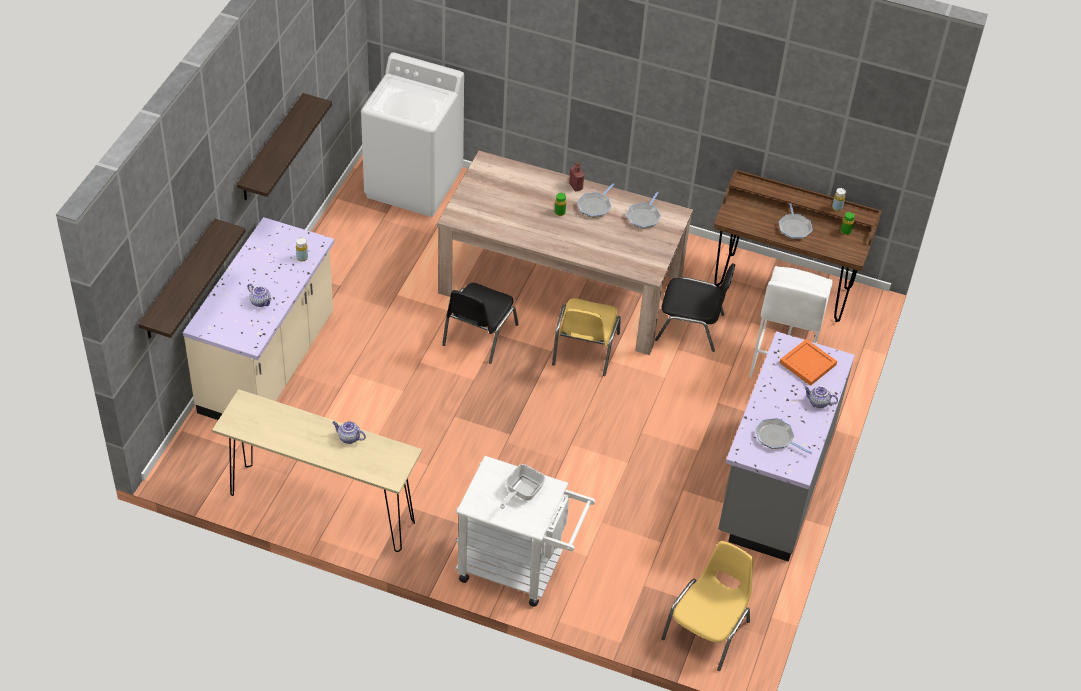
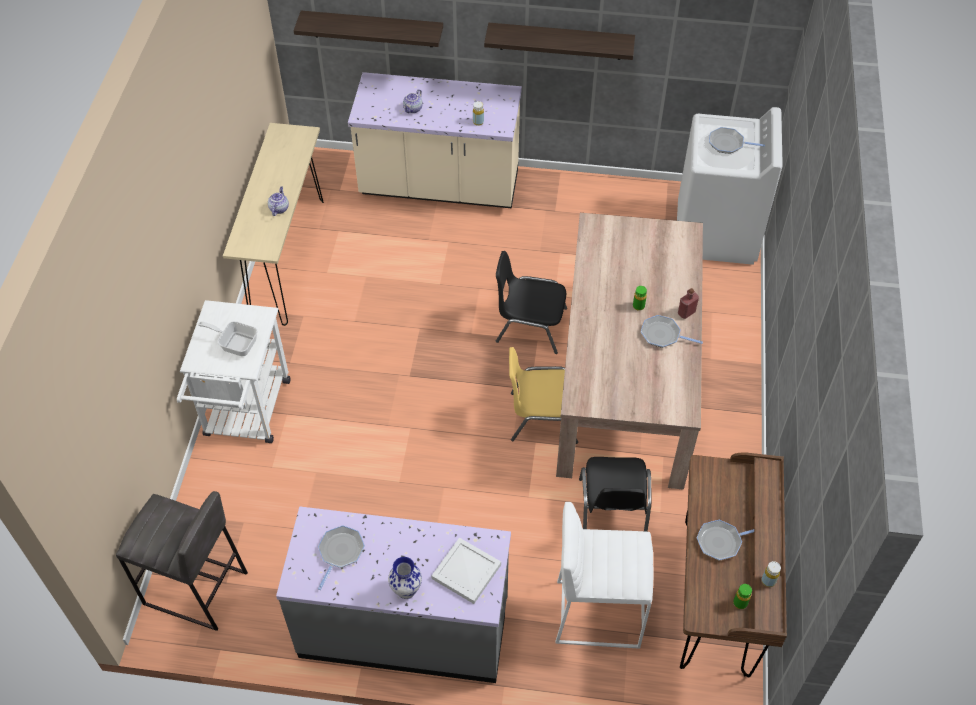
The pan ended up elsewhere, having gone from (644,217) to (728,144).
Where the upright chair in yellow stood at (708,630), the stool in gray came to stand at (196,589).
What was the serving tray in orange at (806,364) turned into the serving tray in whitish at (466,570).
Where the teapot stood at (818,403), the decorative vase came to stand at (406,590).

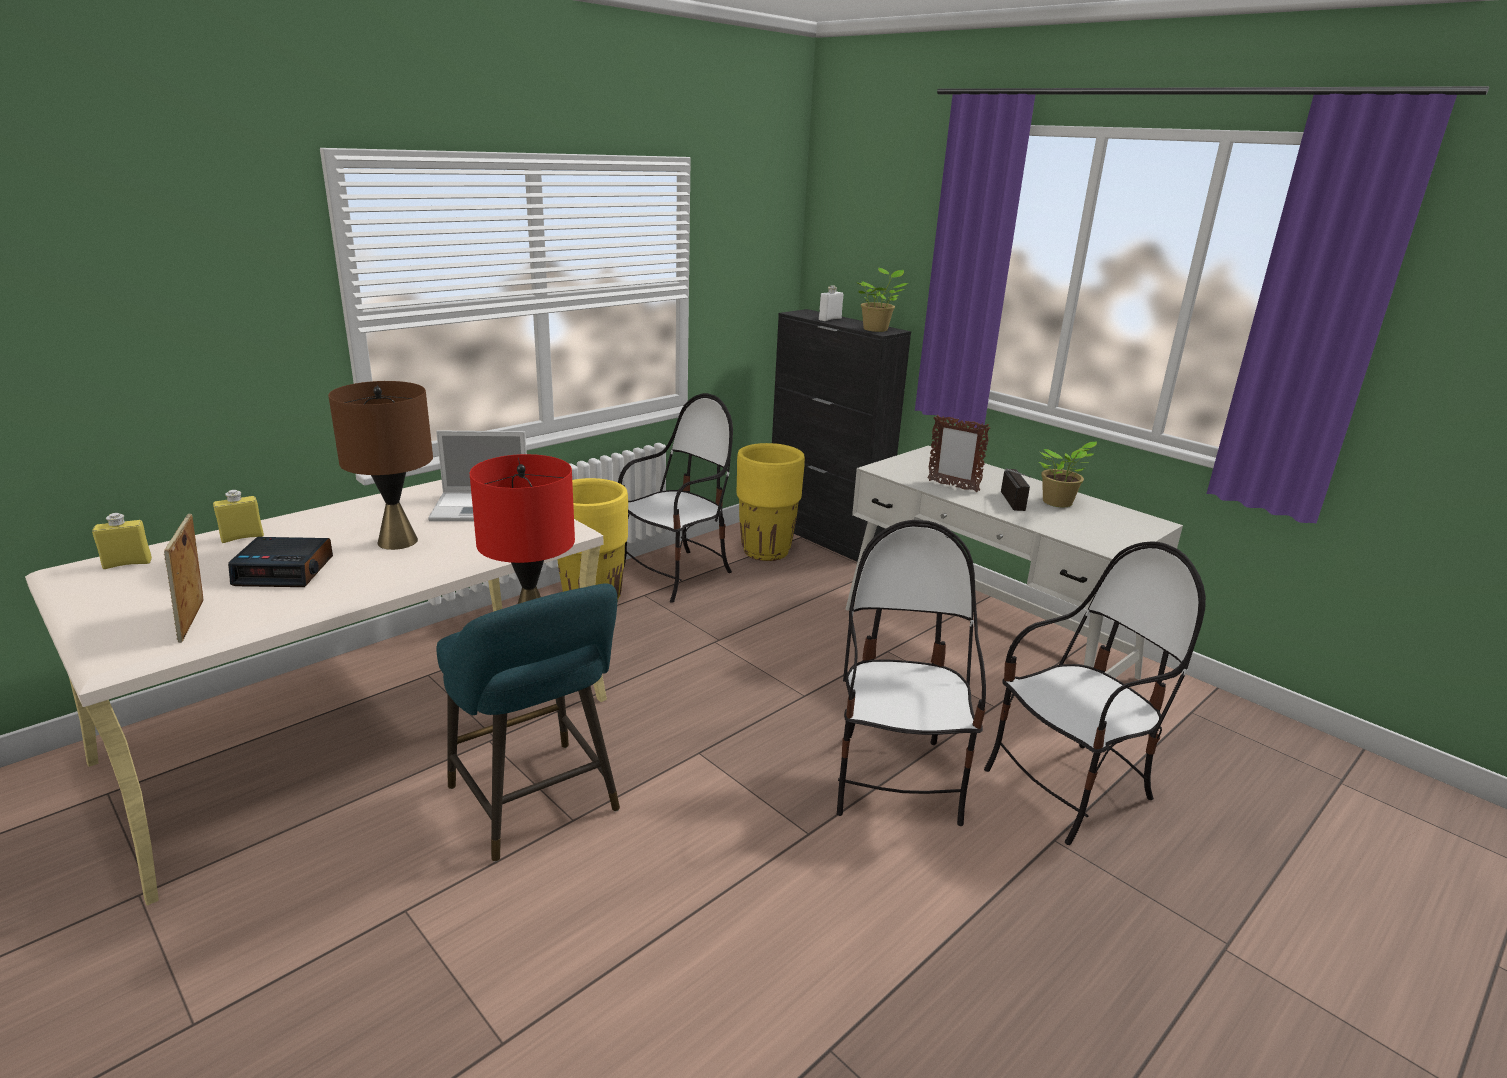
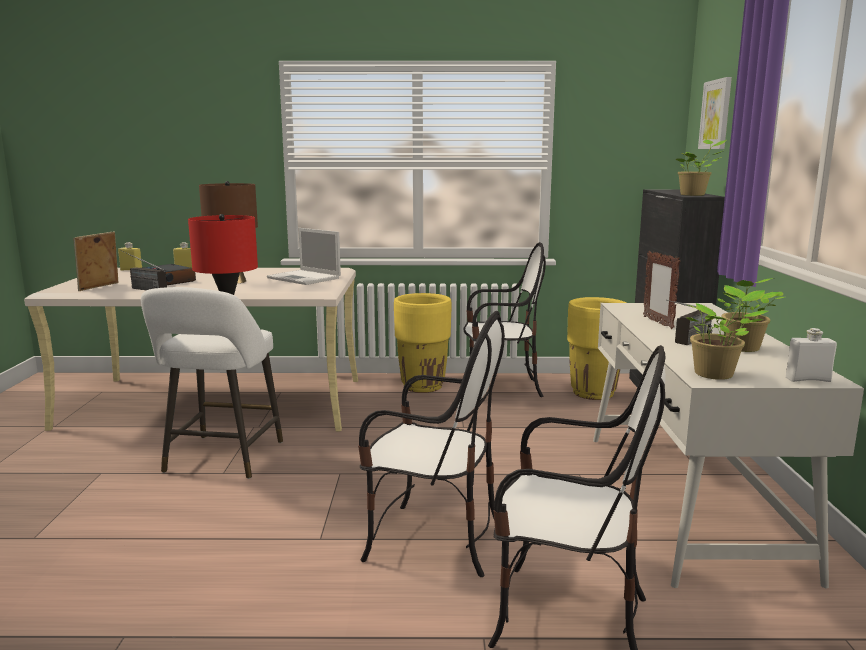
What was the stool in blue-green at (537,805) turned into the stool in whitish at (221,460).
The drink bottle in whitish ended up elsewhere, having gone from (830,319) to (808,379).
The upright chair at (896,779) ended up facing another way, 60 degrees clockwise from before.
The second view gained the radio at (141,288).
The second view gained the houseplant at (716,374).
The second view gained the wall picture at (716,114).

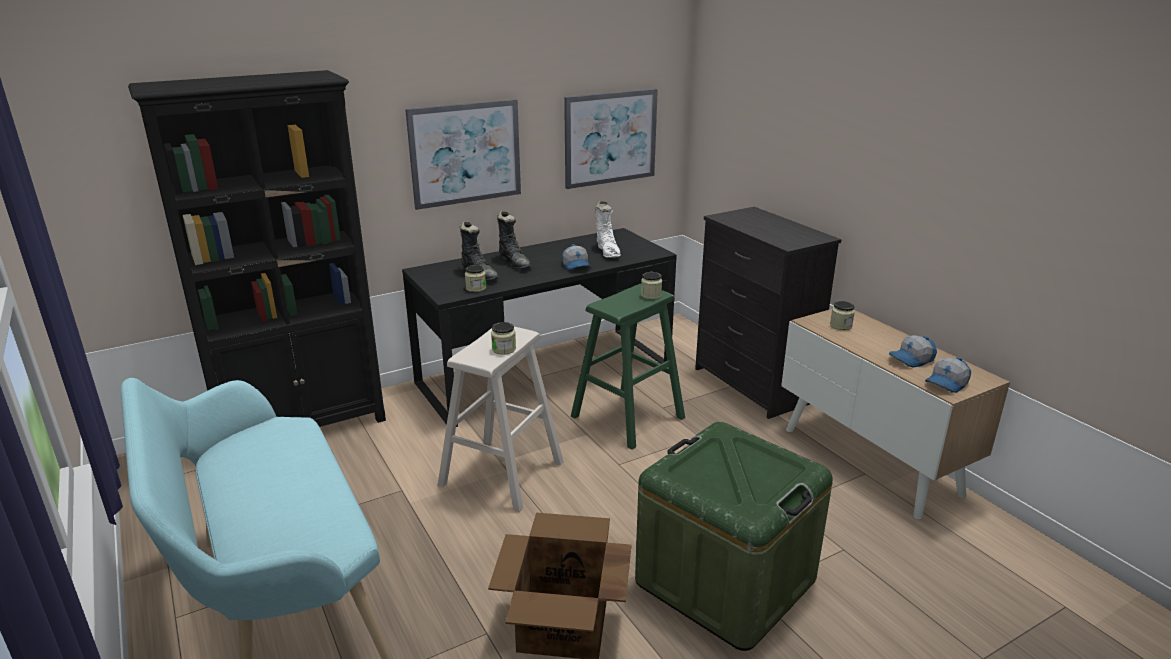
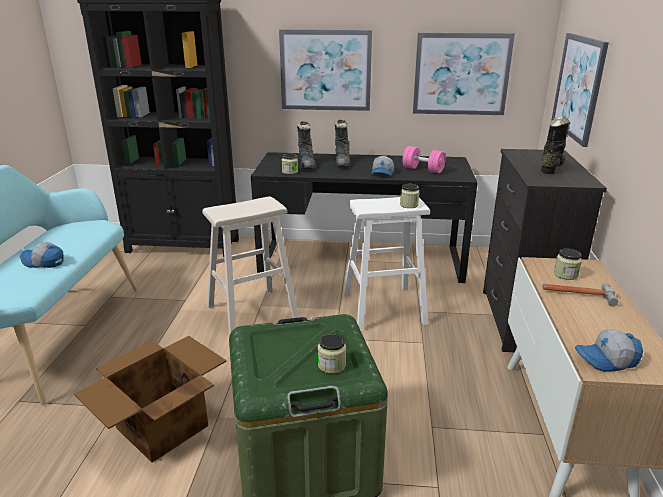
The jar ended up elsewhere, having gone from (504,349) to (332,365).
What was the stool in green-coloured at (627,417) turned into the stool in whitish at (383,308).
Where the tall boot in whitish stood at (608,252), the dumbbell in pink came to stand at (423,169).
The cap ended up elsewhere, having gone from (912,360) to (43,262).
The second view gained the tall boot in black-coloured at (550,167).
The second view gained the hand hammer at (577,294).
The second view gained the wall picture at (578,87).

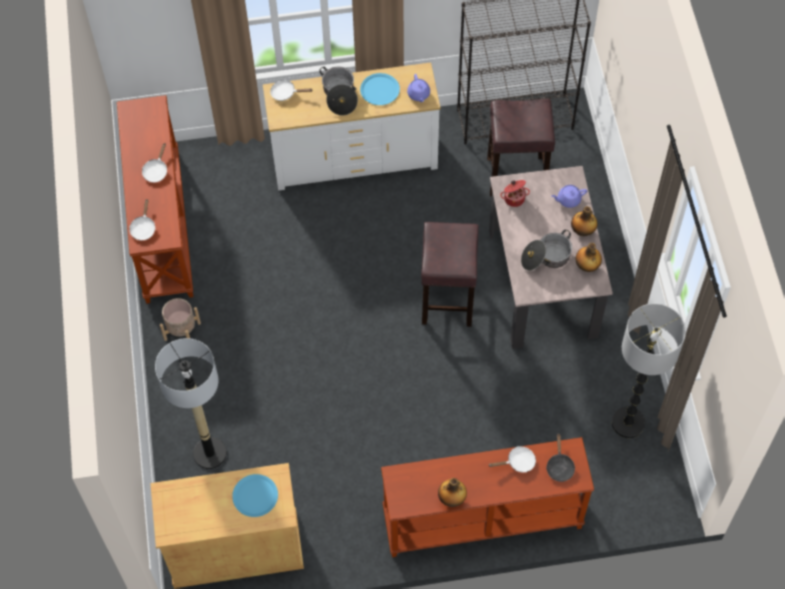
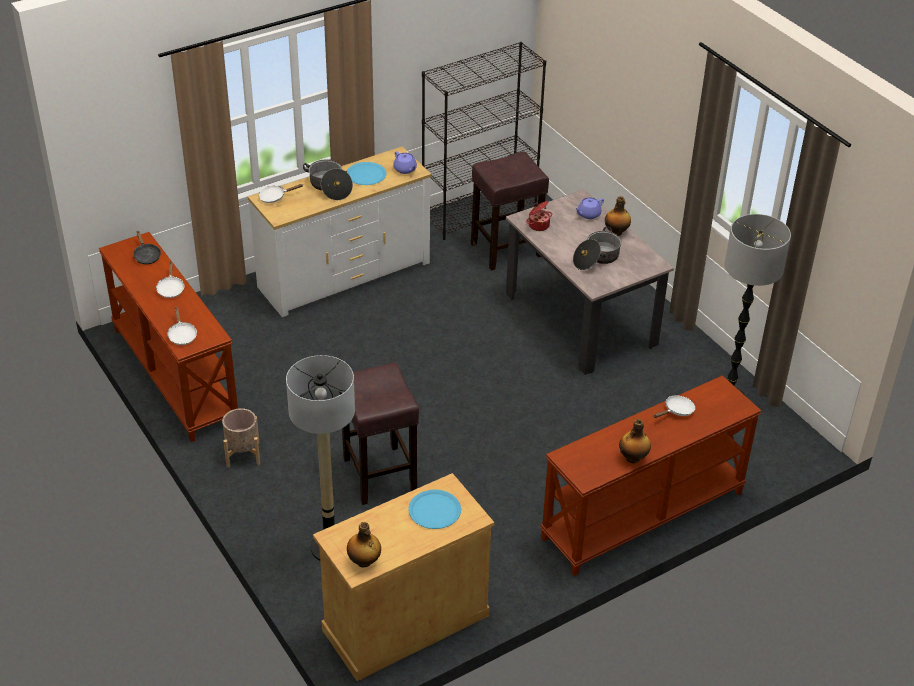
The stool in brown-coloured ended up elsewhere, having gone from (447,298) to (379,473).
The pan in black-coloured ended up elsewhere, having gone from (559,466) to (146,256).
The drink bottle ended up elsewhere, having gone from (586,266) to (364,562).

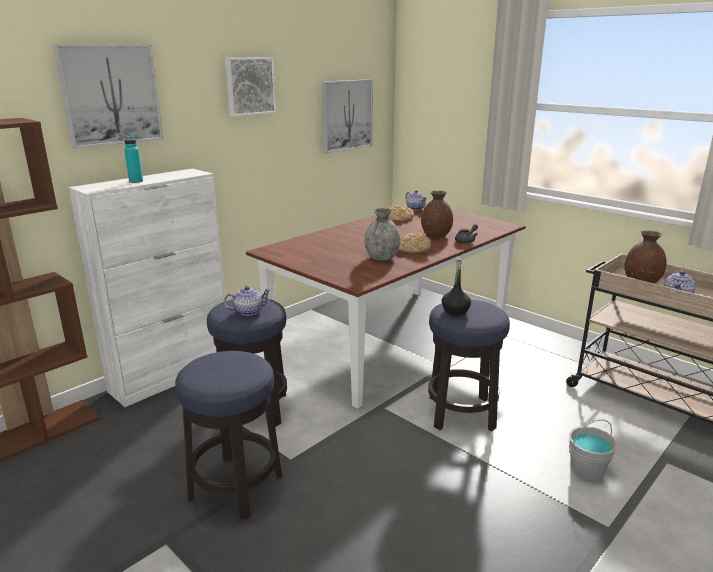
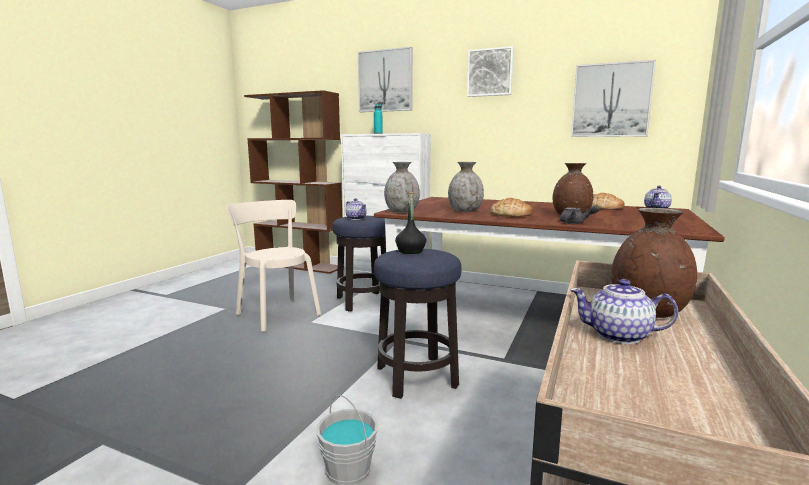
Where the stool stood at (235,486), the upright chair in beige-coloured came to stand at (276,313).
The second view gained the decorative vase in gray at (401,211).

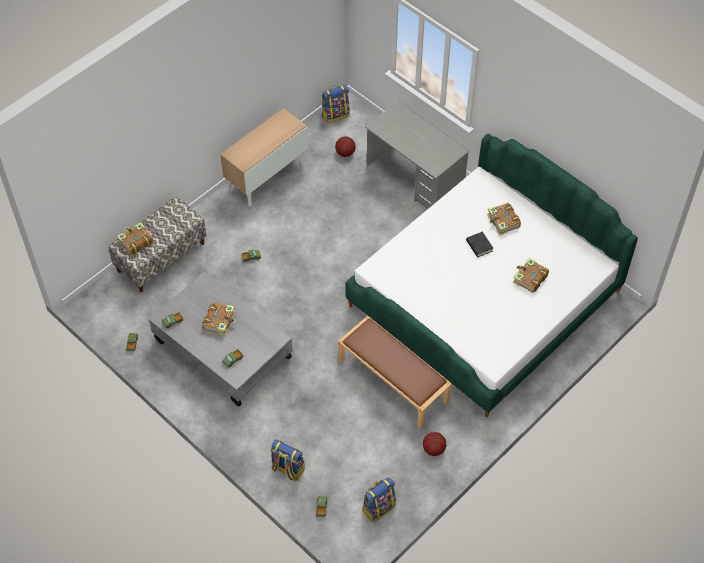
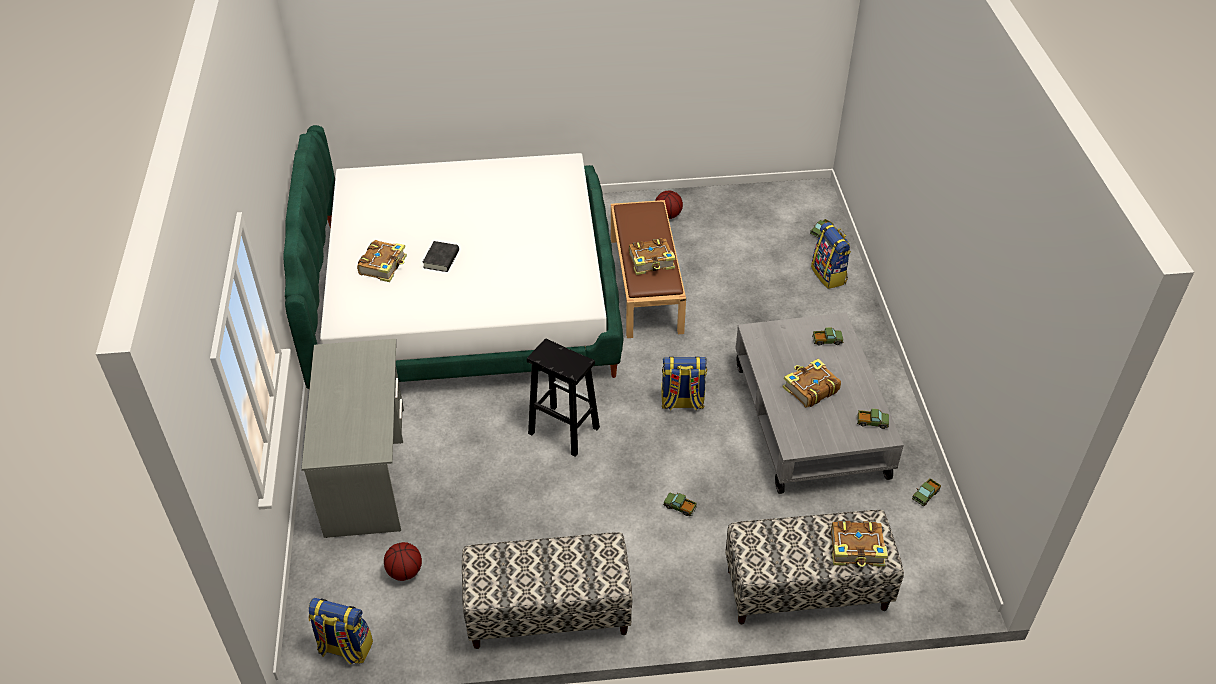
Where the storage cabinet stood at (267,176), the indoor bench came to stand at (548,613).
The rucksack ended up elsewhere, having gone from (378,507) to (682,402).
The volume ended up elsewhere, having gone from (529,278) to (652,262).
The second view gained the stool in black-coloured at (562,430).

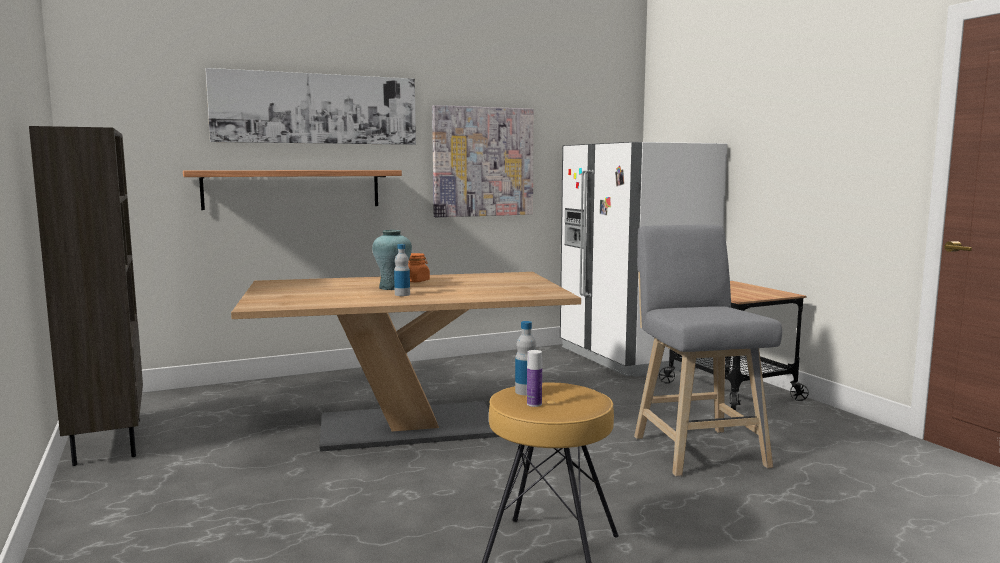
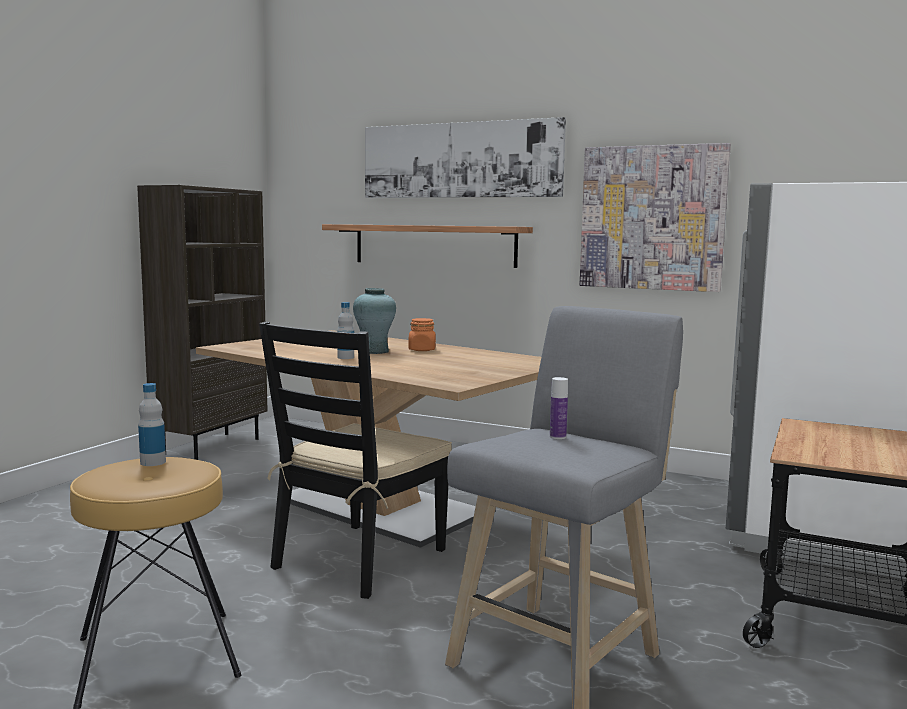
The drink bottle ended up elsewhere, having gone from (534,404) to (557,437).
The second view gained the upright chair in black-coloured at (359,559).

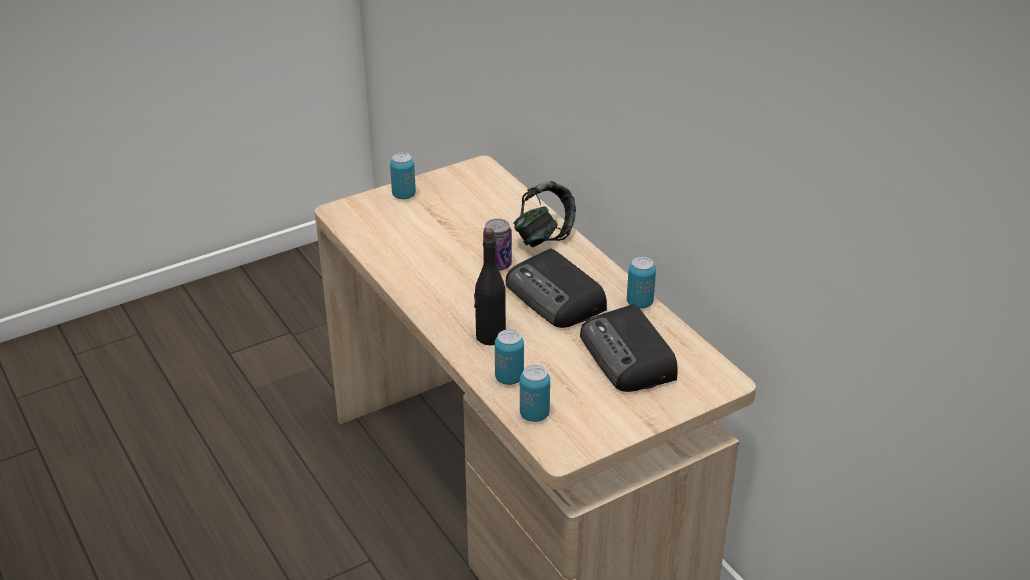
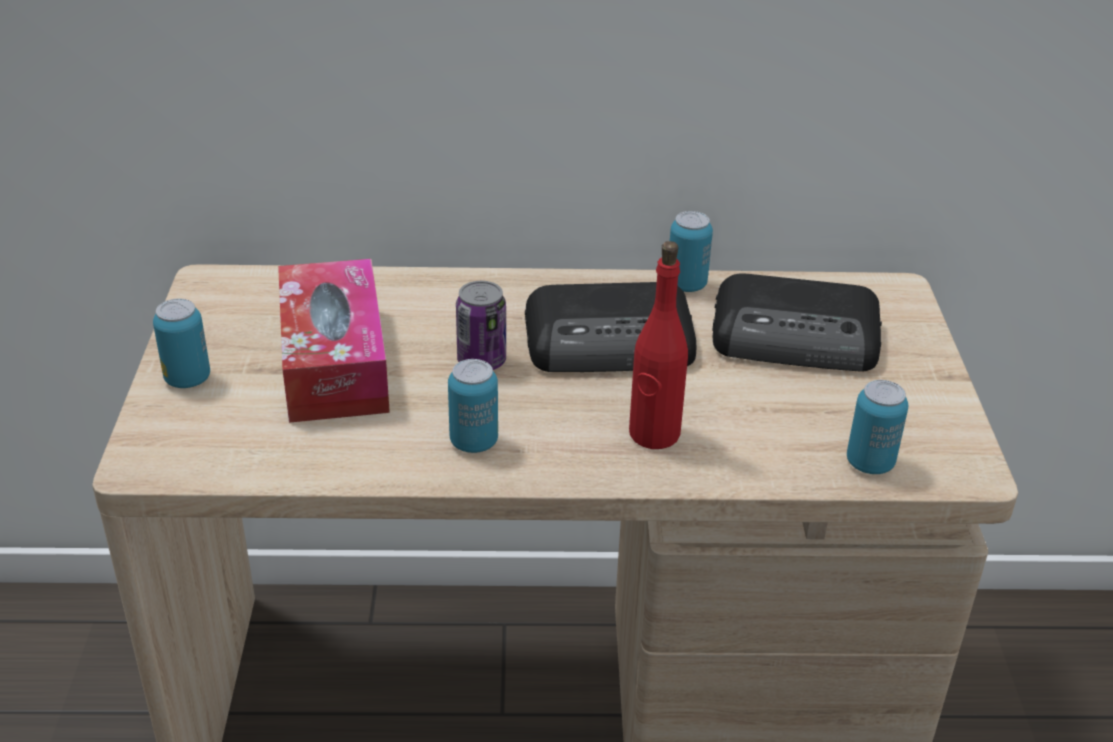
What was the drink bottle in black-coloured at (490,336) turned into the drink bottle in reddish at (654,434).
The metal can ended up elsewhere, having gone from (509,378) to (474,442).
The second view lost the headset at (544,236).
The second view gained the tissue holder at (334,362).

